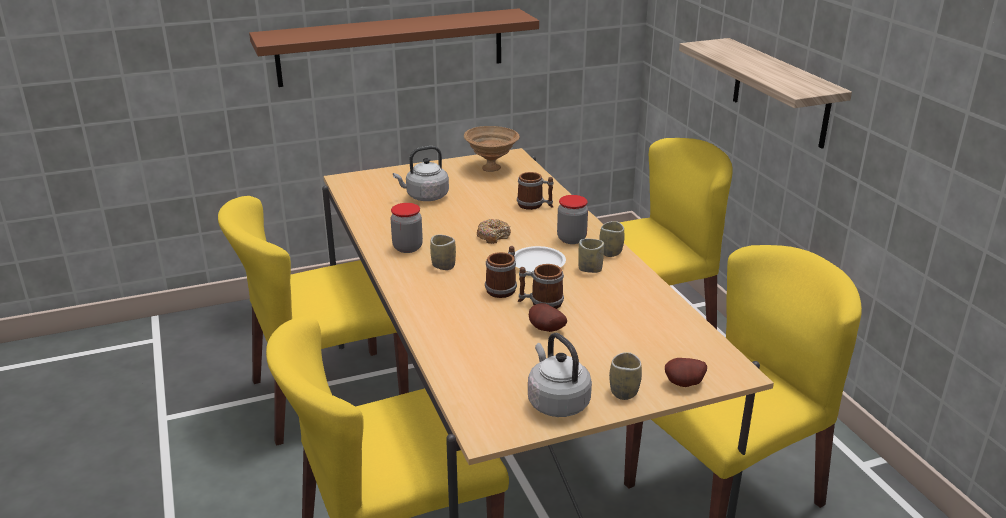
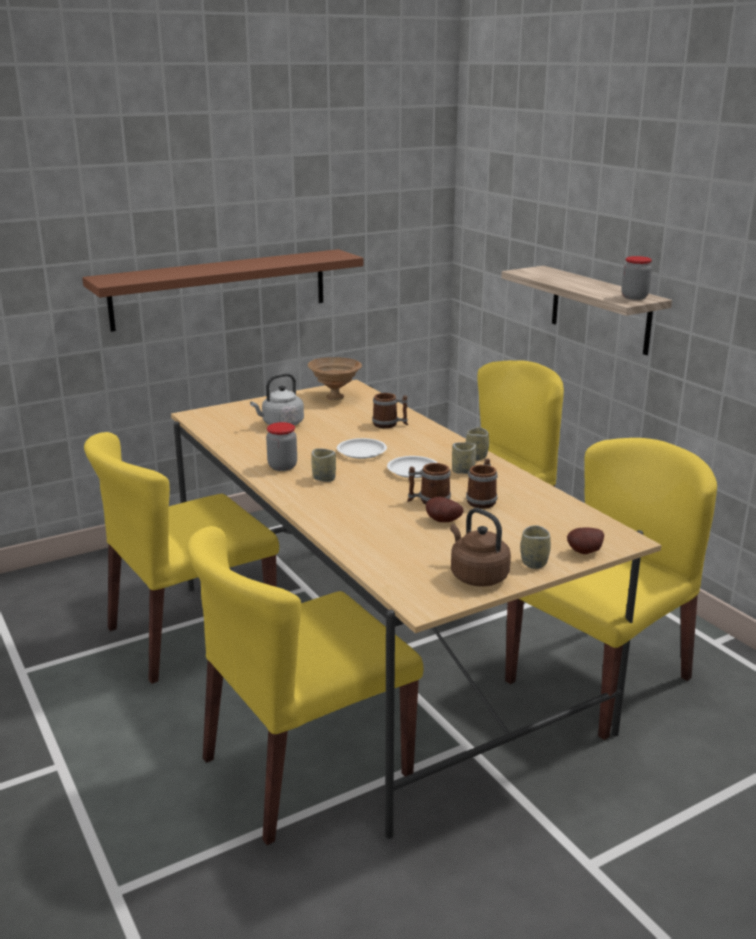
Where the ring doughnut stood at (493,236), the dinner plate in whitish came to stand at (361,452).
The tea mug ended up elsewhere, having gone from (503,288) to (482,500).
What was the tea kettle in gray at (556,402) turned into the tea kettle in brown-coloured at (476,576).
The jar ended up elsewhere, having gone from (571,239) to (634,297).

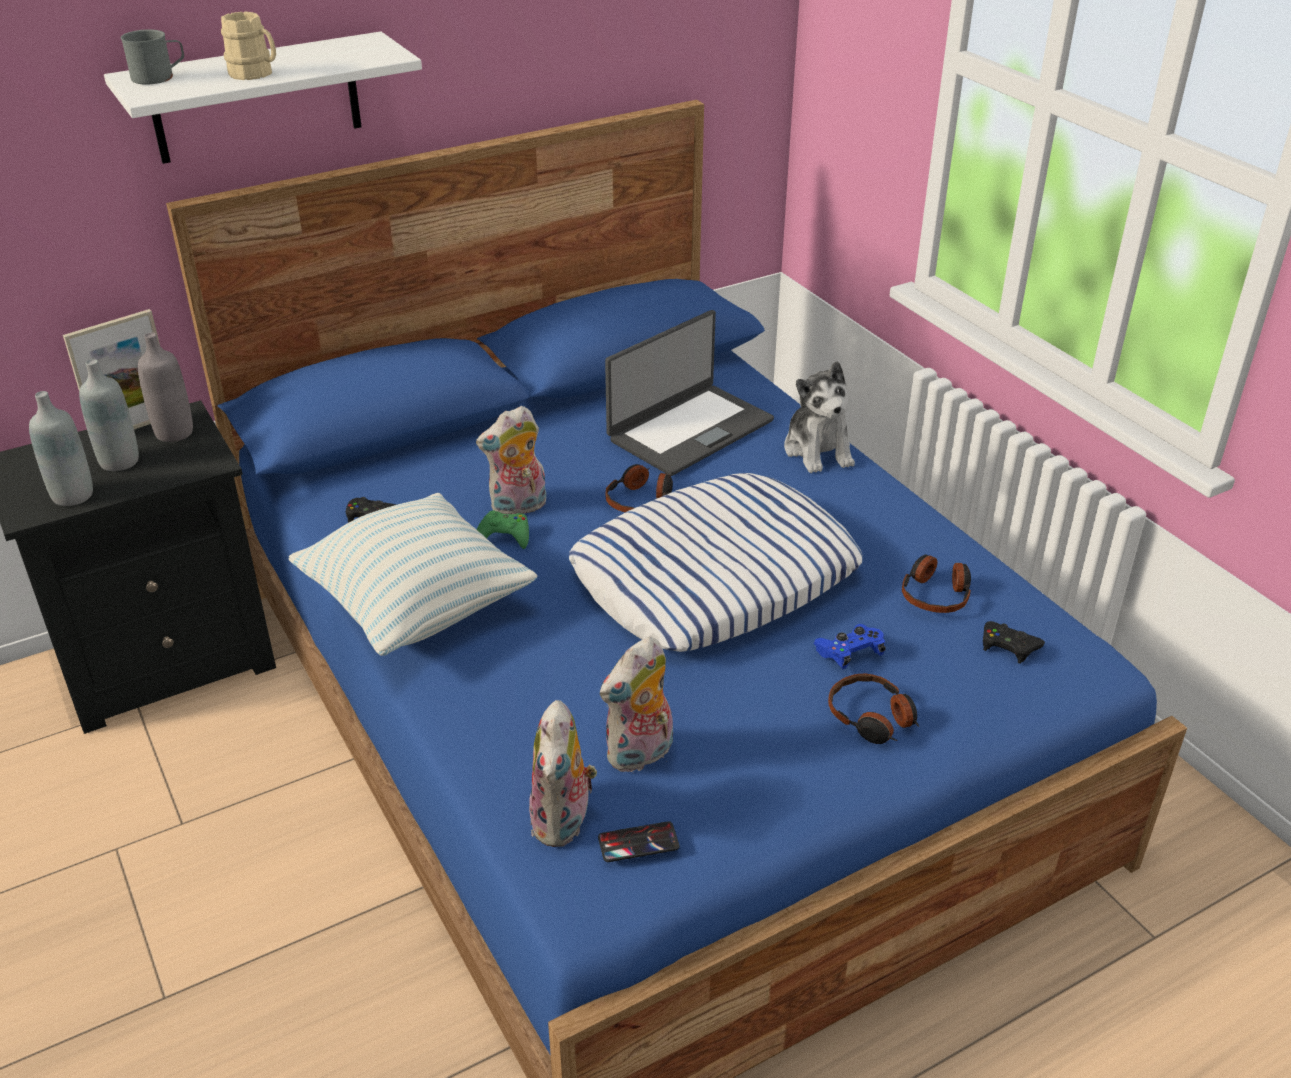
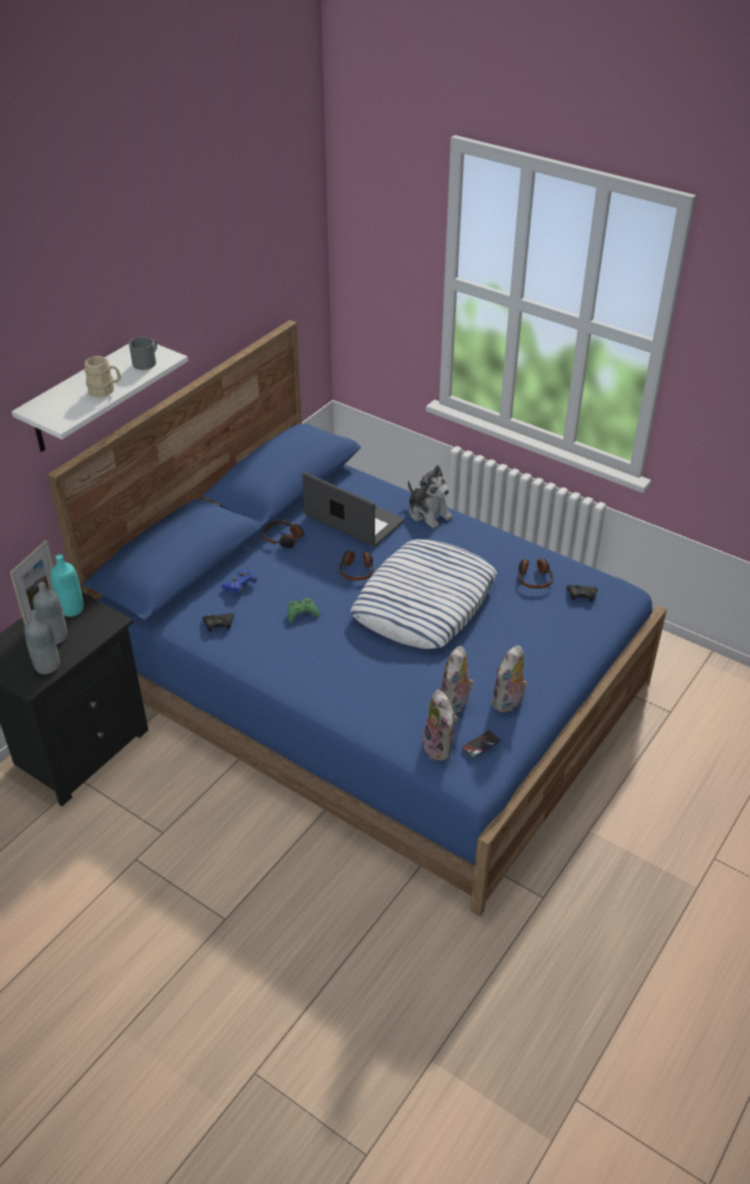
The tea mug in gray ended up elsewhere, having gone from (159,76) to (147,362).
What was the drink bottle in gray at (174,433) turned into the drink bottle in blue-green at (71,609).
The second view lost the throw pillow at (417,608).
The cuddly toy ended up elsewhere, having gone from (518,507) to (508,703).
The notebook computer at (689,429) ended up facing another way, 75 degrees counterclockwise from before.
The game controller in blue ended up elsewhere, having gone from (849,654) to (240,586).
The headset ended up elsewhere, having gone from (872,718) to (284,539).

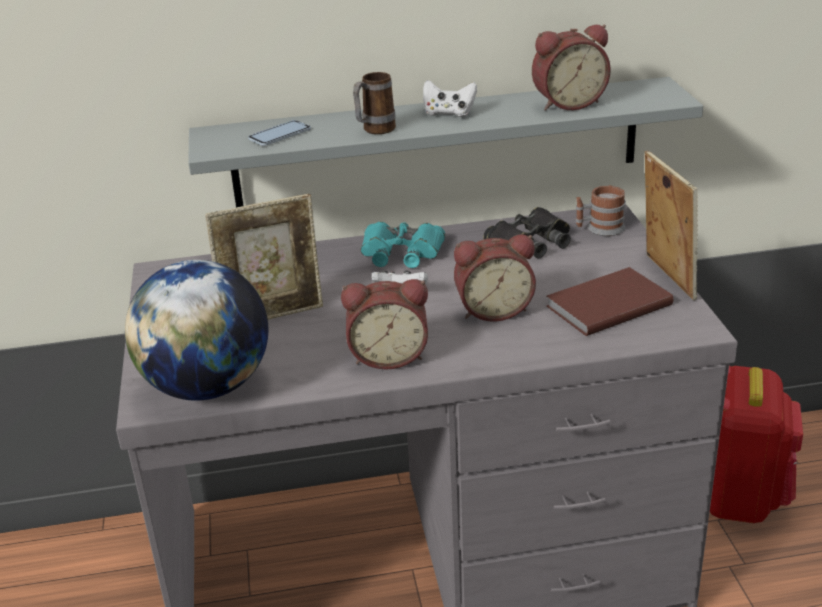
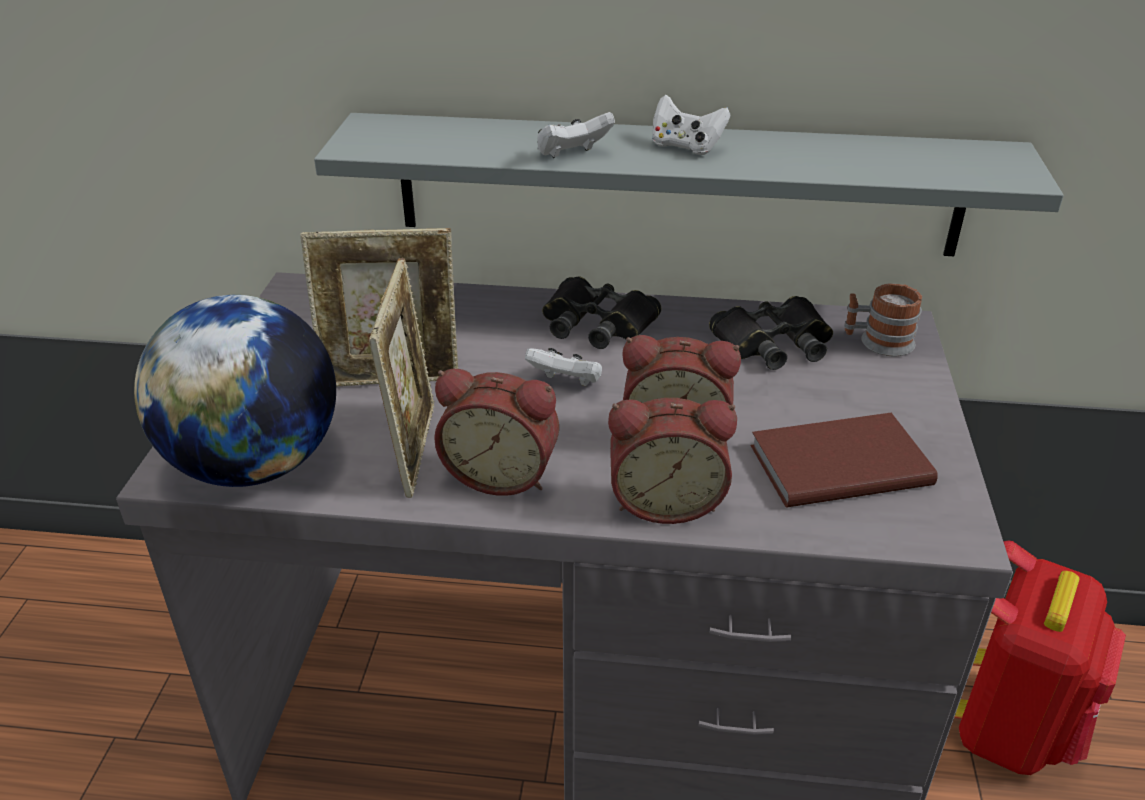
The second view lost the phone at (280,135).
Where the tea mug stood at (374,131), the game controller in whitish came to stand at (572,155).
What was the pair of binoculars in blue-green at (401,252) turned into the pair of binoculars in black-coloured at (597,323).
The bedside clock ended up elsewhere, having gone from (567,103) to (666,500).
The standing frame ended up elsewhere, having gone from (665,277) to (414,448).

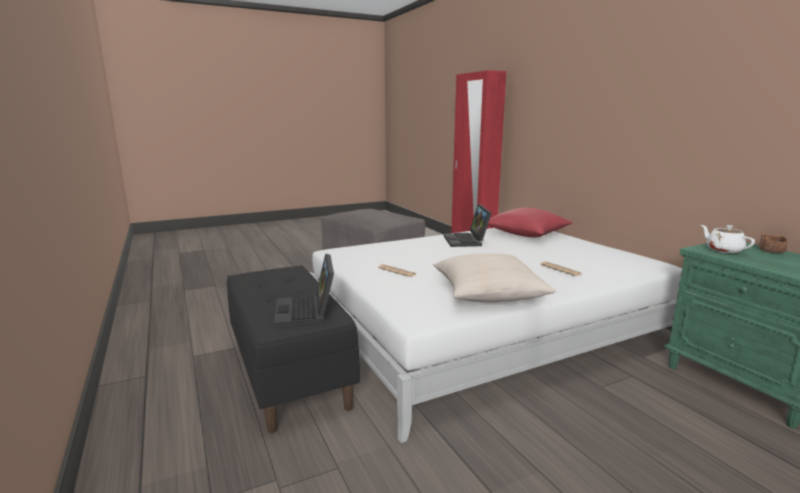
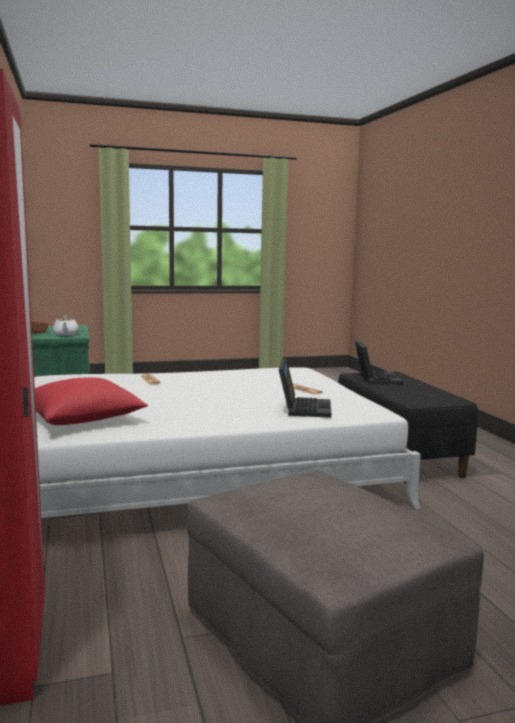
The second view lost the throw pillow in beige-coloured at (488,293).
The notebook computer ended up elsewhere, having gone from (467,241) to (303,408).

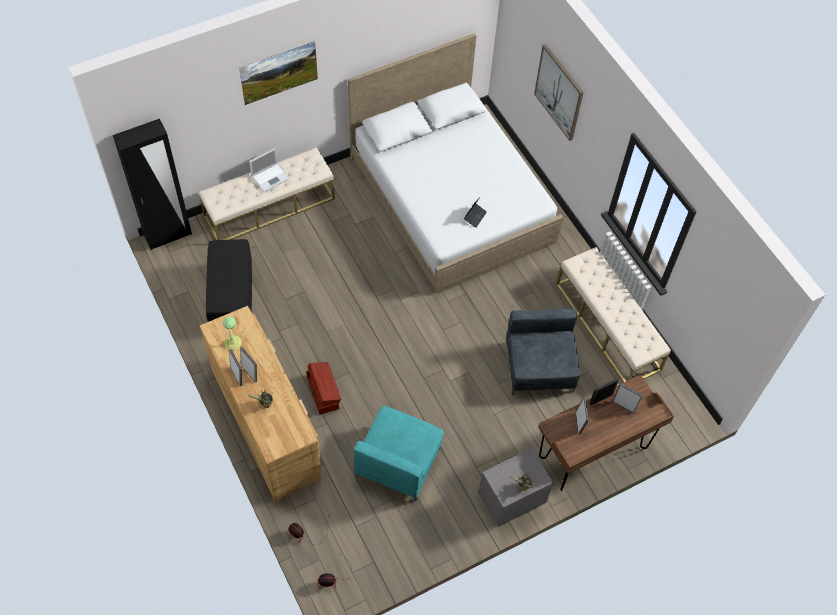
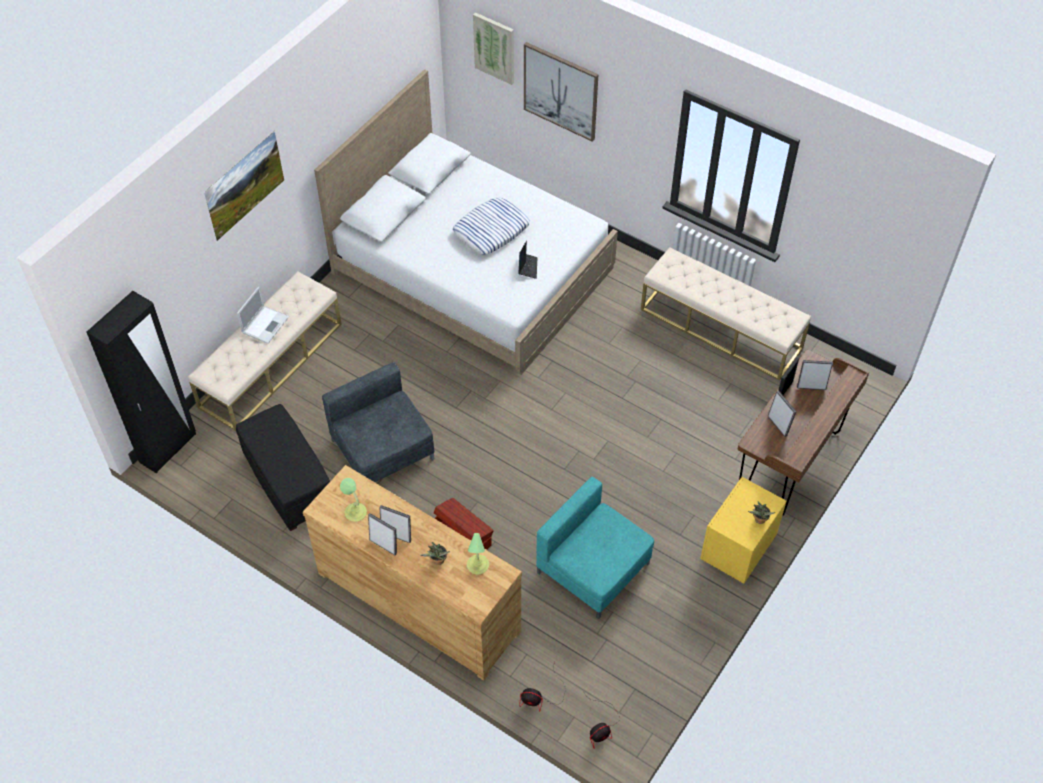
The easy chair in blue-green at (399,461) ended up facing another way, 135 degrees clockwise from before.
What was the night table in gray at (510,499) turned into the night table in yellow at (736,550).
The easy chair in gray ended up elsewhere, having gone from (539,367) to (382,450).
The second view gained the throw pillow at (491,230).
The second view gained the table lamp at (477,566).
The second view gained the wall picture at (494,48).

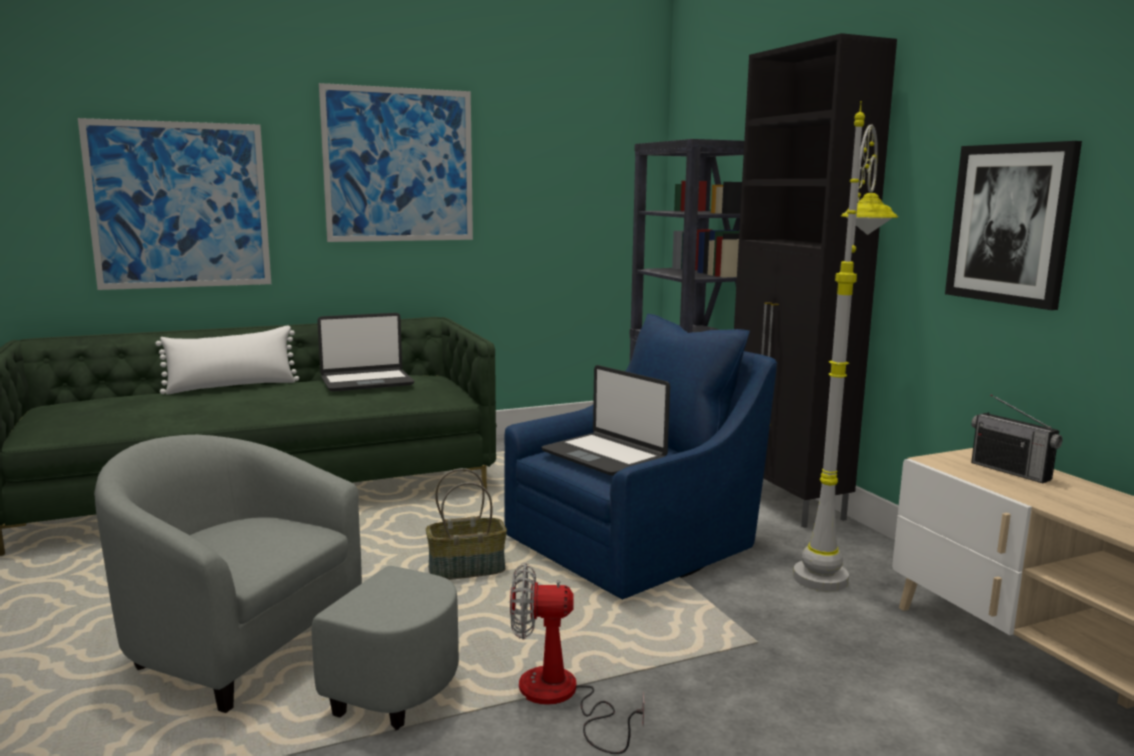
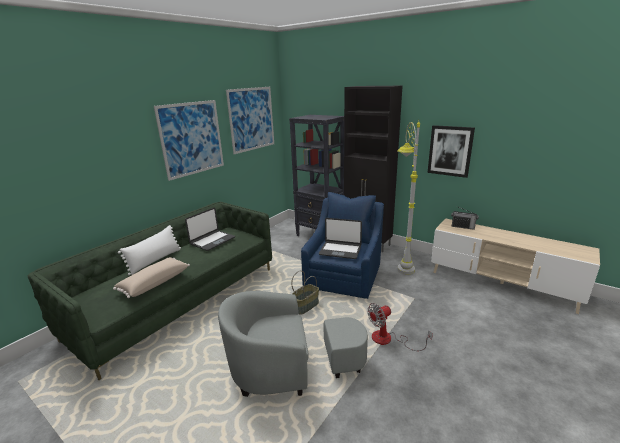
The wall picture ended up elsewhere, having gone from (180,205) to (252,119).
The second view gained the throw pillow in beige-coloured at (154,283).

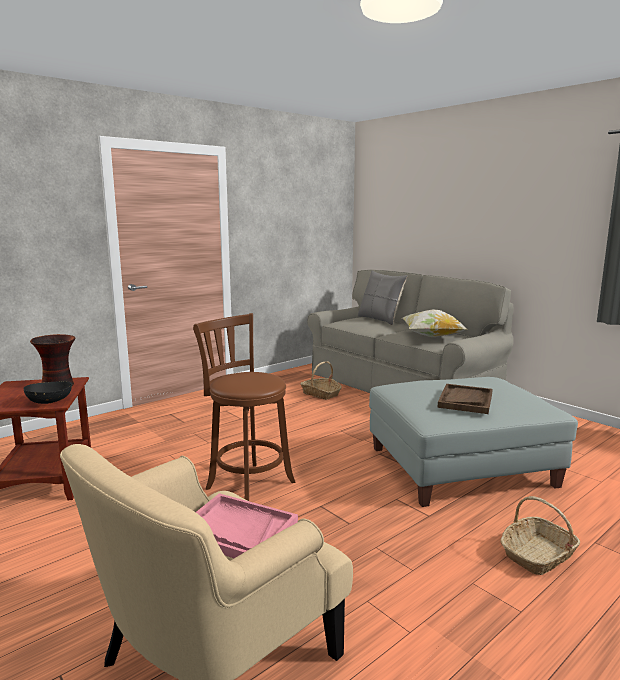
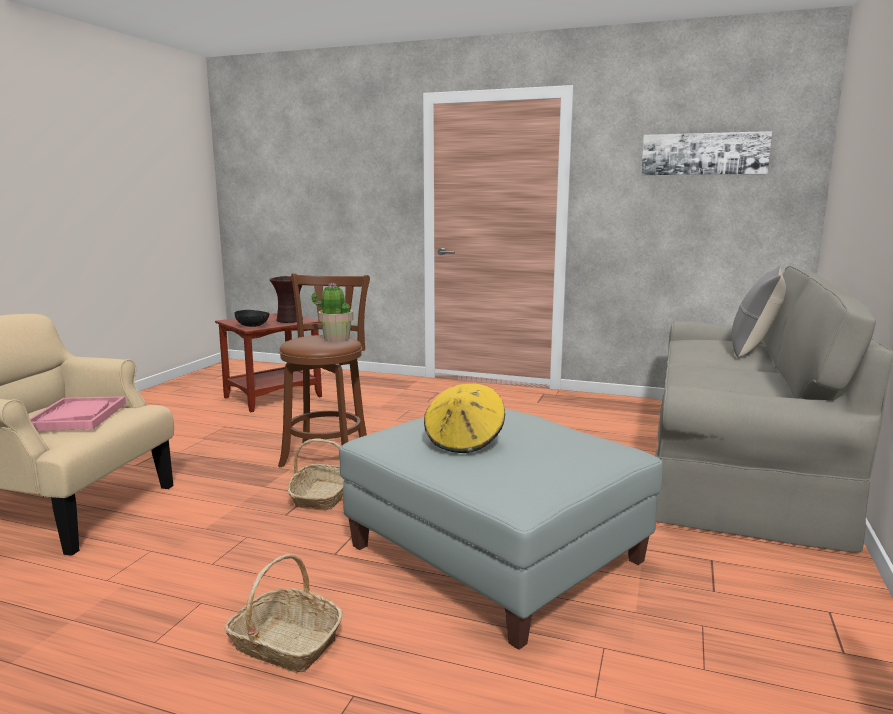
The storage basket ended up elsewhere, having gone from (321,394) to (323,496).
The second view lost the throw pillow at (431,337).
Where the serving tray in brown-coloured stood at (465,400), the wearable hat in yellow came to stand at (464,441).
The second view gained the houseplant at (336,339).
The second view gained the wall picture at (704,154).

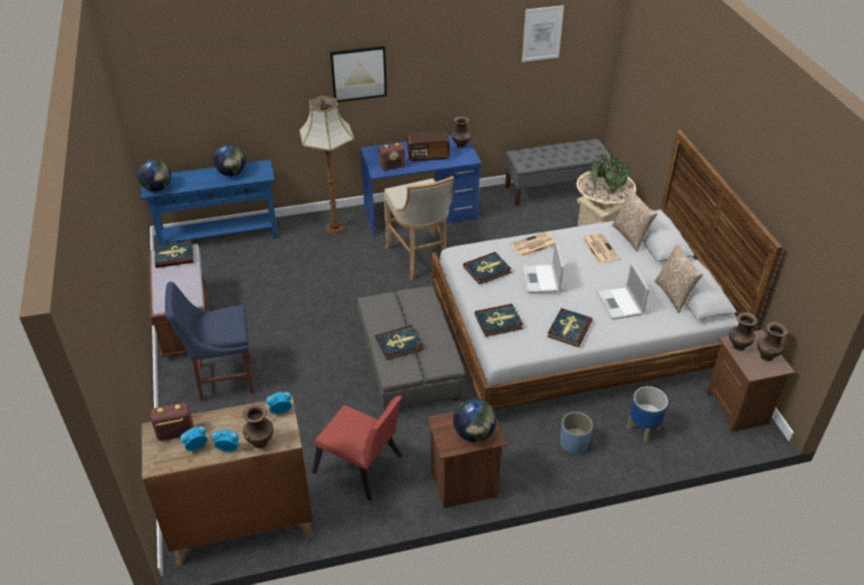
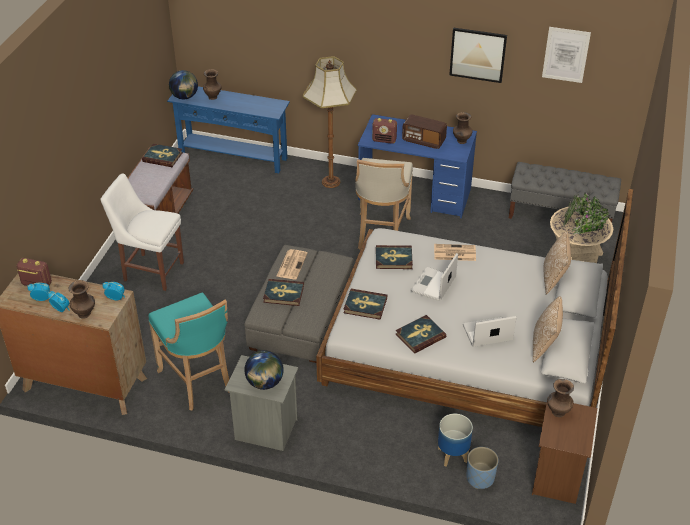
What was the upright chair in blue at (222,379) turned into the upright chair in whitish at (151,271).
The second view lost the world globe at (232,173).
Where the upright chair in reddish stood at (362,468), the stool in blue-green came to stand at (198,382).
The wall picture ended up elsewhere, having gone from (358,73) to (477,54).
What was the night table in brown-coloured at (464,485) turned into the night table in gray at (265,430).
The flower pot in blue ended up elsewhere, having gone from (573,443) to (480,478).
The newspaper ended up elsewhere, having gone from (599,248) to (292,264).
The notebook computer at (620,304) ended up facing another way, 60 degrees clockwise from before.
The decorative vase in brown-coloured ended up elsewhere, having gone from (766,356) to (213,97).

